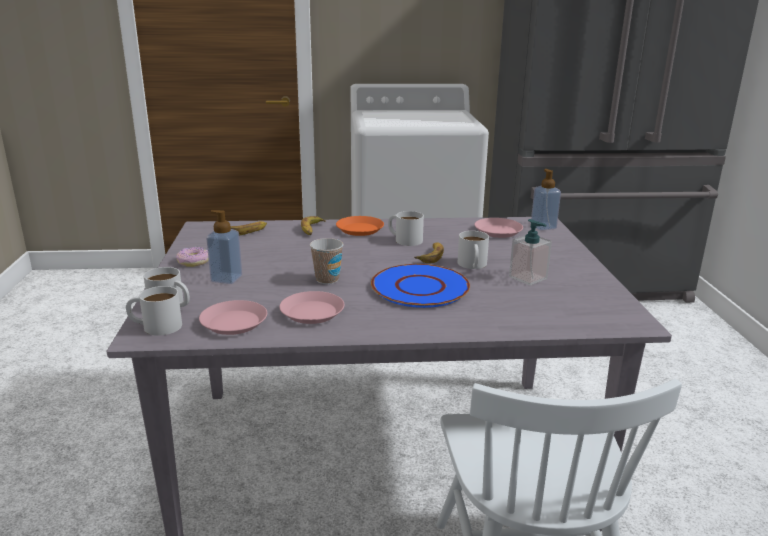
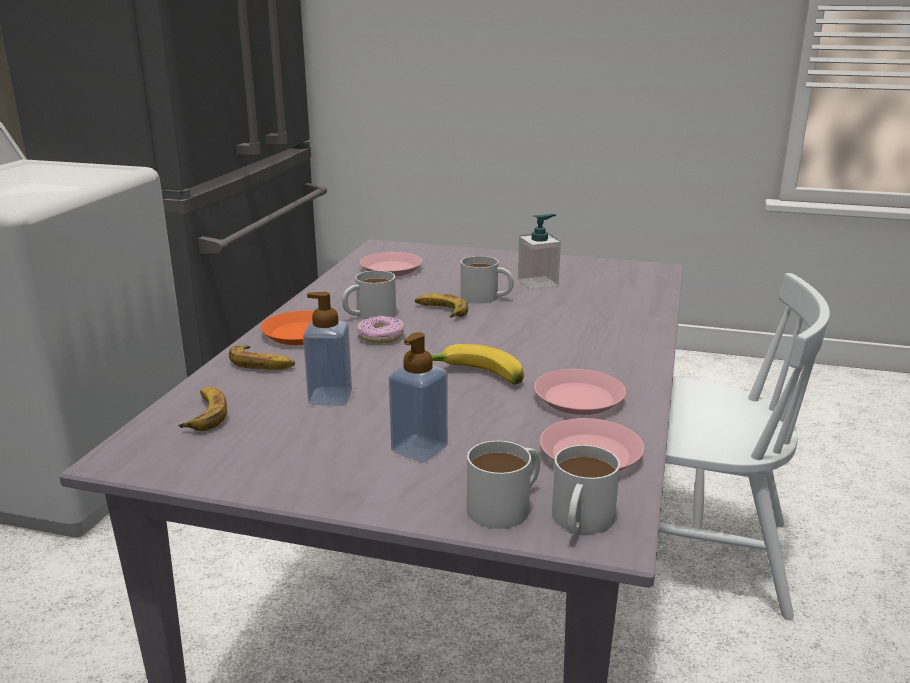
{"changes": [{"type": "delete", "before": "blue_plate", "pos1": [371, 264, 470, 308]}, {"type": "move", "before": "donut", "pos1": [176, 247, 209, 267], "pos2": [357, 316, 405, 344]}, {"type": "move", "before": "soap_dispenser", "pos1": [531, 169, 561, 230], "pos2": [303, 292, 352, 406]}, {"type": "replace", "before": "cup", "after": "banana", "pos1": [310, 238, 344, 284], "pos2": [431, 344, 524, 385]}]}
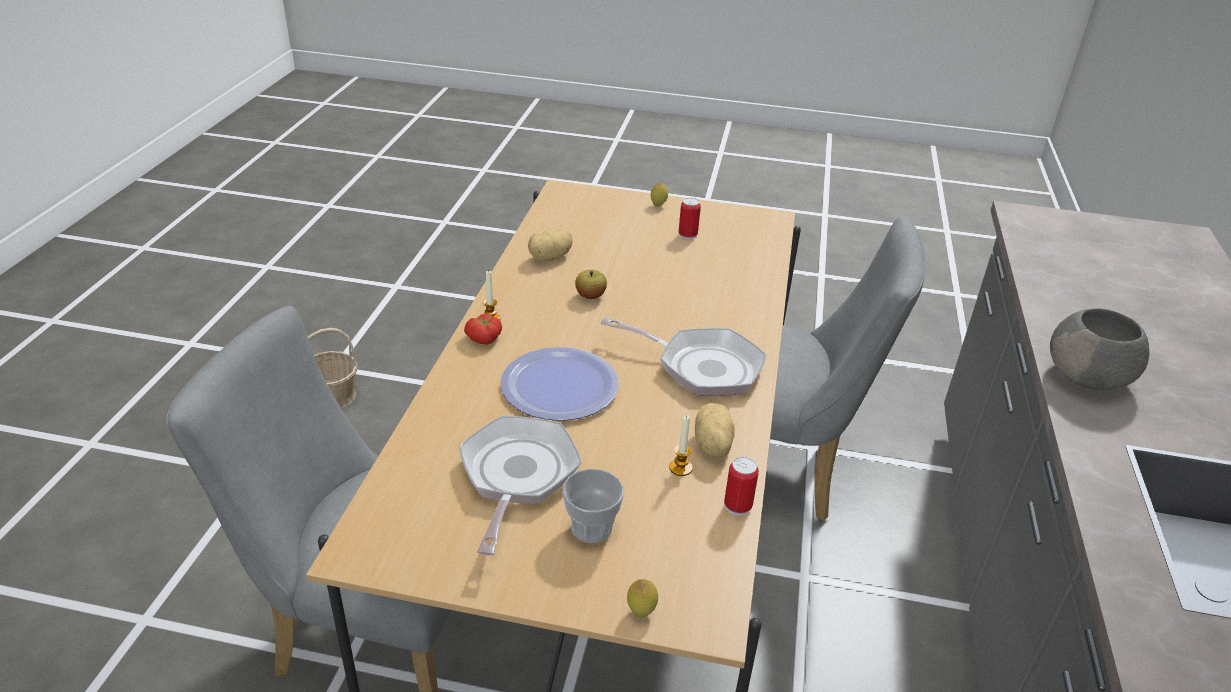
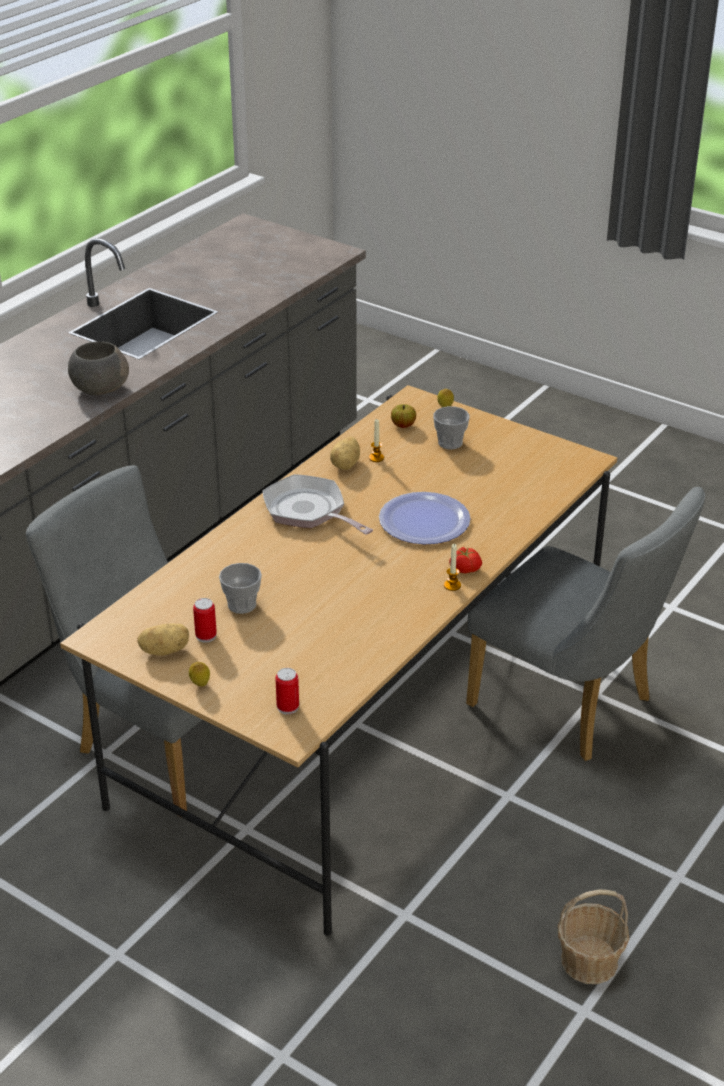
{"changes": [{"type": "delete", "before": "frying_pan", "pos1": [459, 416, 582, 555]}, {"type": "insert", "after": "cup", "pos2": [219, 563, 262, 614]}, {"type": "move", "before": "potato", "pos1": [528, 229, 573, 262], "pos2": [137, 624, 189, 656]}, {"type": "move", "before": "apple", "pos1": [575, 270, 607, 299], "pos2": [391, 404, 416, 428]}, {"type": "move", "before": "can", "pos1": [724, 457, 759, 516], "pos2": [275, 668, 299, 715]}]}
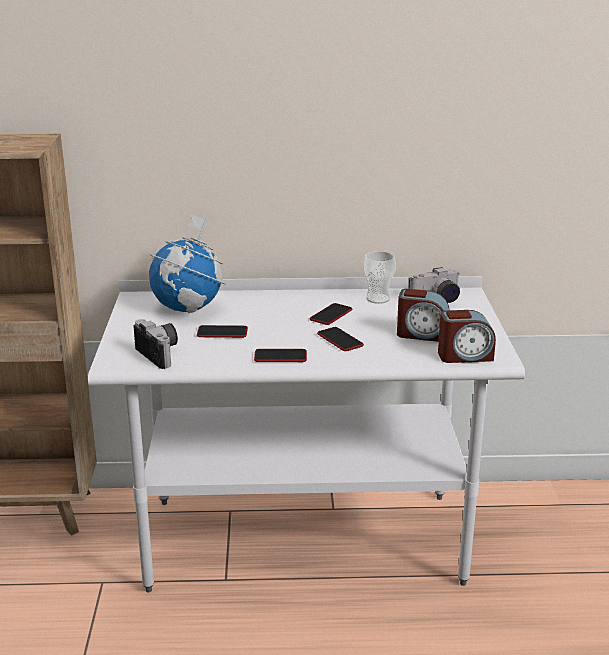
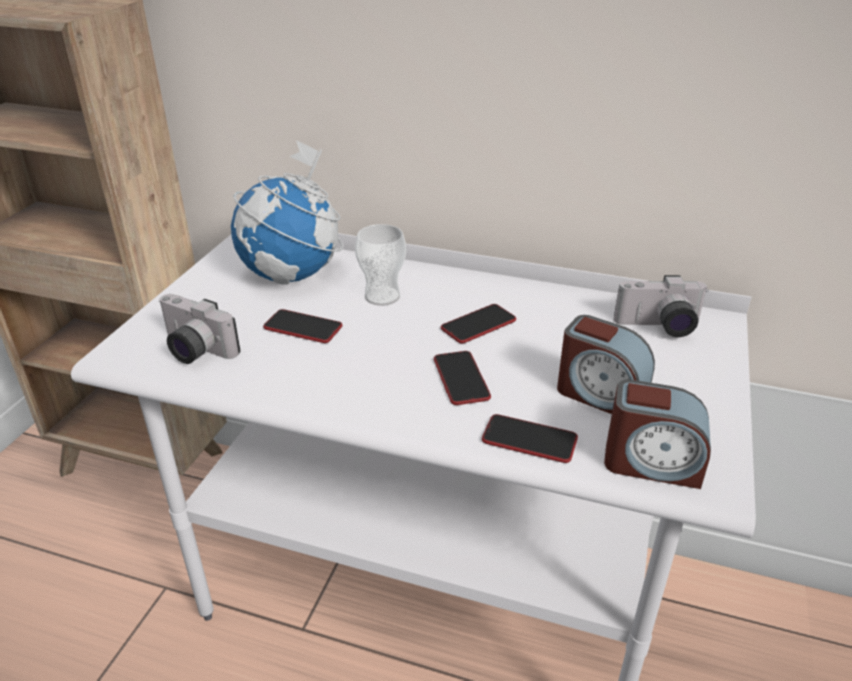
{"changes": [{"type": "move", "before": "phone", "pos1": [254, 349, 307, 362], "pos2": [482, 414, 578, 463]}, {"type": "move", "before": "cup", "pos1": [363, 251, 396, 304], "pos2": [355, 224, 406, 306]}, {"type": "rotate", "before": "photo_camera", "pos1": [133, 319, 178, 369], "pos2": [159, 294, 241, 364], "turn": 135}]}
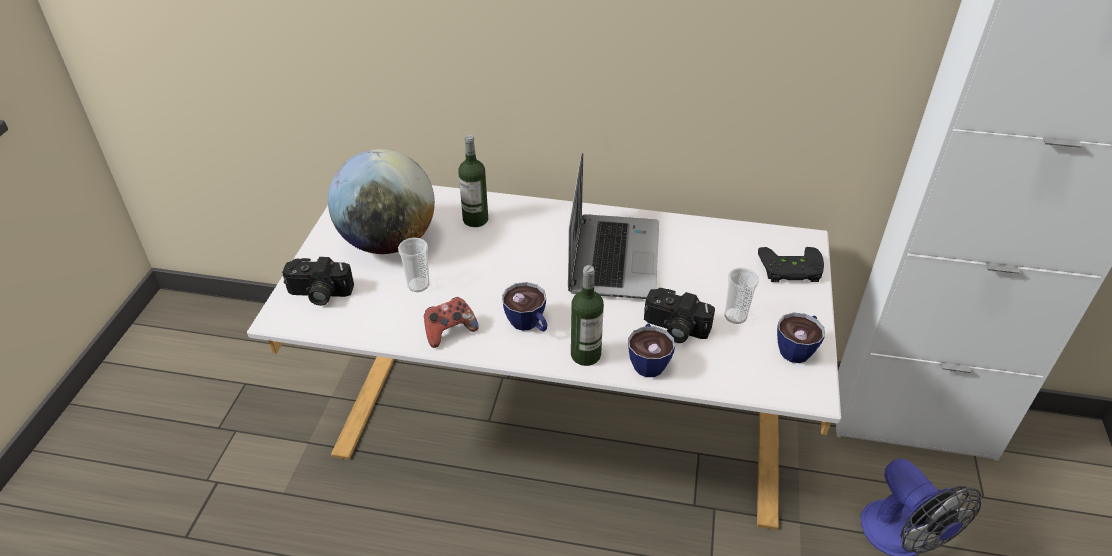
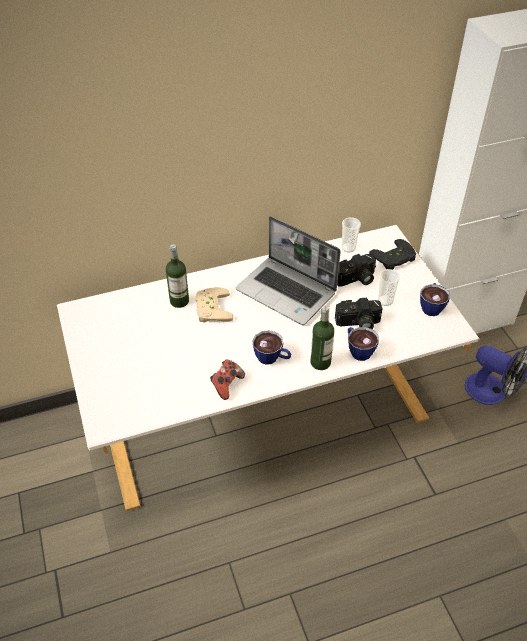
{"changes": [{"type": "delete", "before": "globe", "pos1": [328, 149, 435, 254]}, {"type": "insert", "after": "beige_game_controller", "pos2": [195, 287, 233, 323]}, {"type": "move", "before": "photo_camera", "pos1": [282, 257, 354, 306], "pos2": [337, 254, 376, 286]}, {"type": "move", "before": "cup", "pos1": [398, 237, 430, 292], "pos2": [342, 217, 361, 252]}, {"type": "rotate", "before": "laptop", "pos1": [568, 153, 659, 299], "pos2": [236, 216, 341, 325], "turn": 150}]}
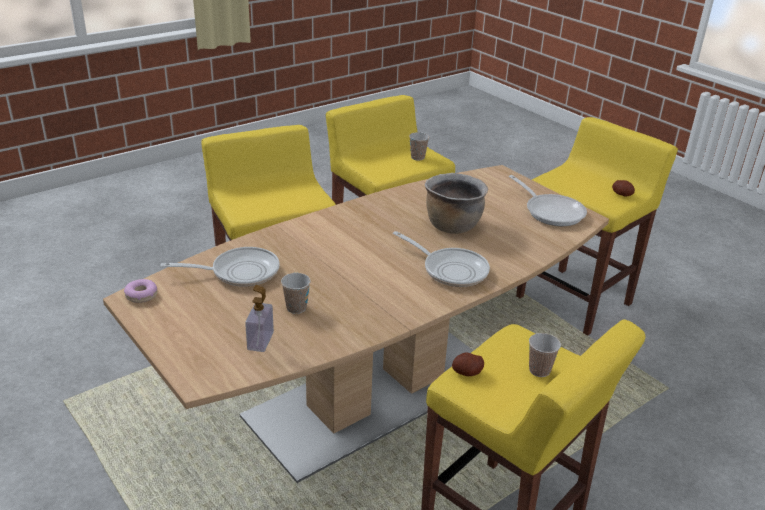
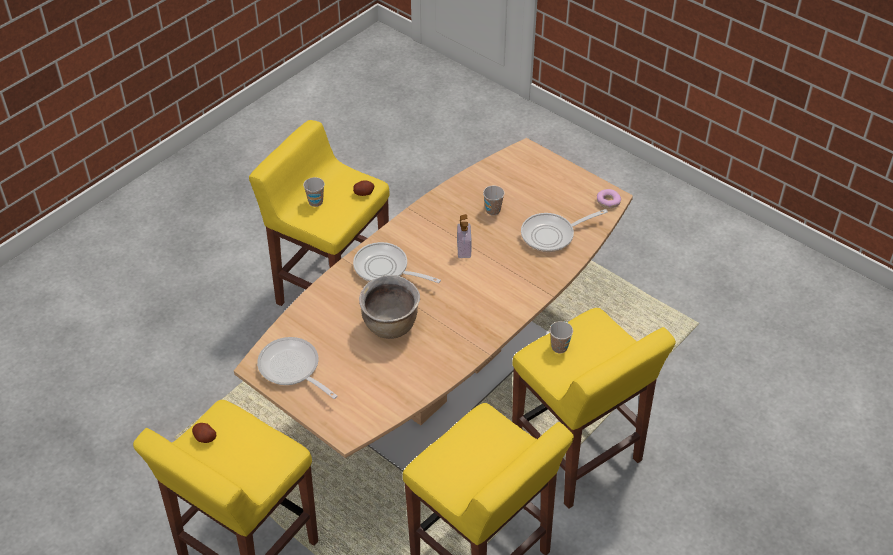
{"changes": [{"type": "move", "before": "soap_dispenser", "pos1": [245, 285, 274, 352], "pos2": [457, 214, 472, 258]}, {"type": "move", "before": "cup", "pos1": [409, 132, 429, 161], "pos2": [550, 321, 573, 354]}]}
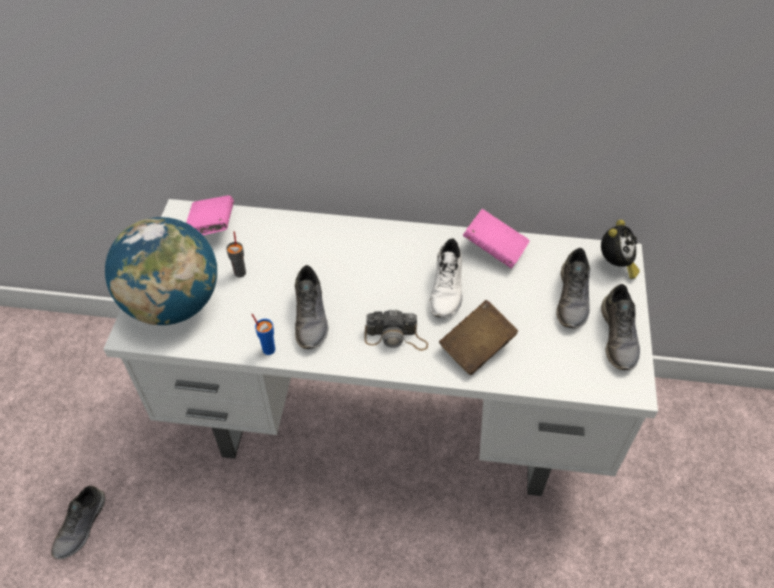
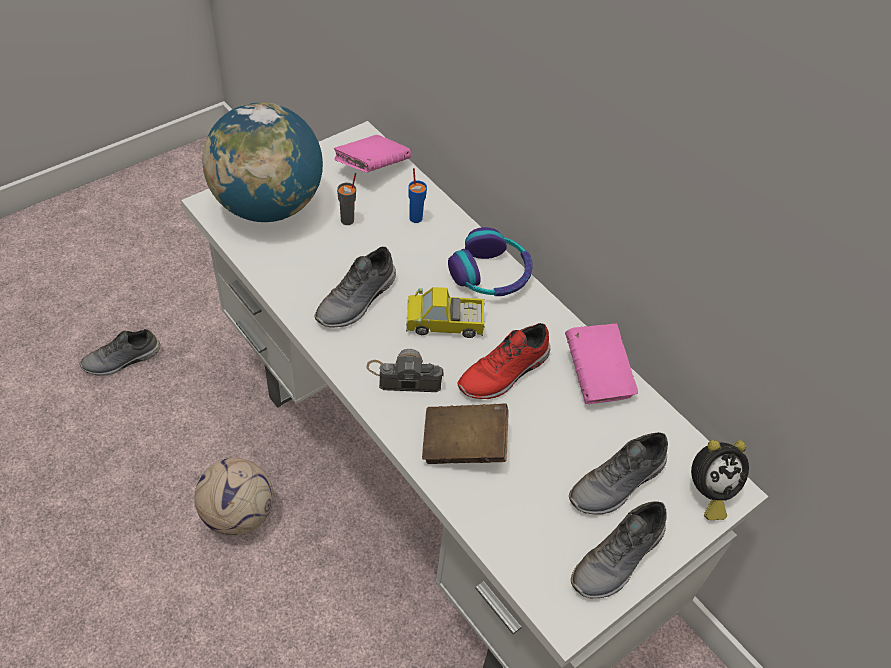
{"changes": [{"type": "insert", "after": "football", "pos2": [194, 458, 273, 536]}, {"type": "insert", "after": "toy_truck", "pos2": [406, 287, 485, 338]}, {"type": "insert", "after": "headphones", "pos2": [448, 227, 533, 296]}, {"type": "move", "before": "blue_cup", "pos1": [252, 314, 275, 355], "pos2": [408, 168, 427, 223]}, {"type": "recolor", "before": "white_shoe", "after": "red_shoe", "pos1": [429, 238, 462, 318], "pos2": [457, 323, 550, 399]}, {"type": "rotate", "before": "photo_camera", "pos1": [364, 309, 428, 351], "pos2": [366, 349, 444, 392], "turn": 135}]}
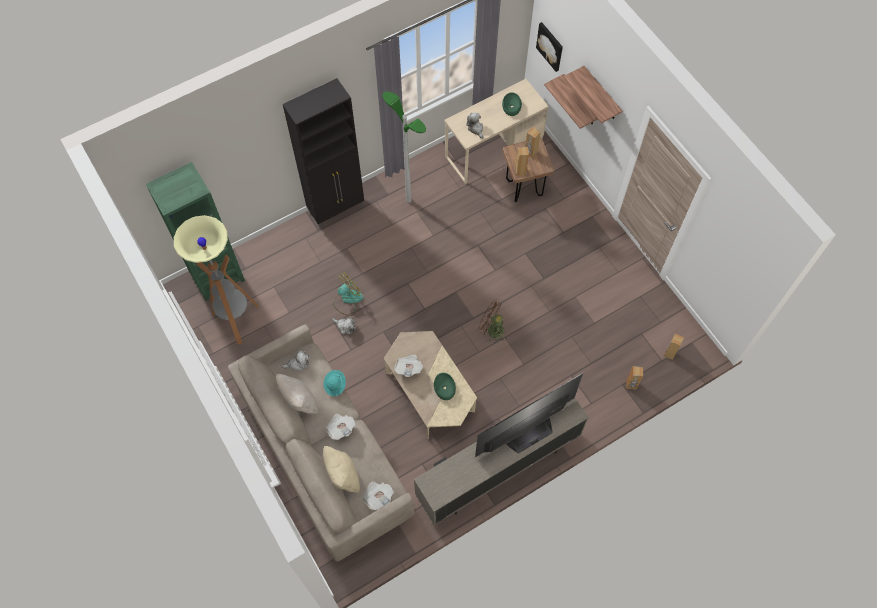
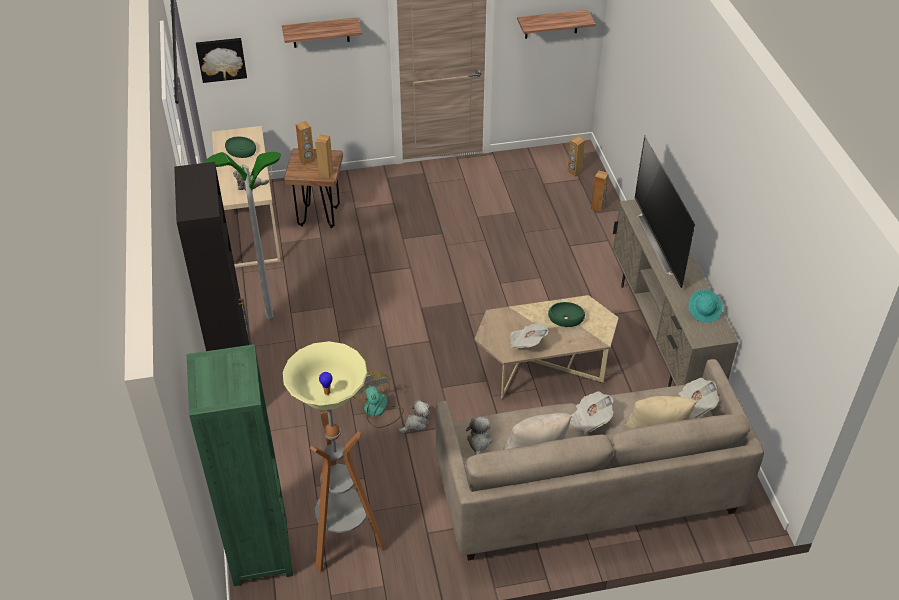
{"changes": [{"type": "delete", "before": "brown_fan", "pos1": [478, 299, 505, 344]}, {"type": "move", "before": "turquoise_hat", "pos1": [324, 370, 346, 396], "pos2": [688, 289, 723, 323]}, {"type": "move", "before": "shelf", "pos1": [544, 74, 598, 129], "pos2": [517, 10, 596, 39]}]}
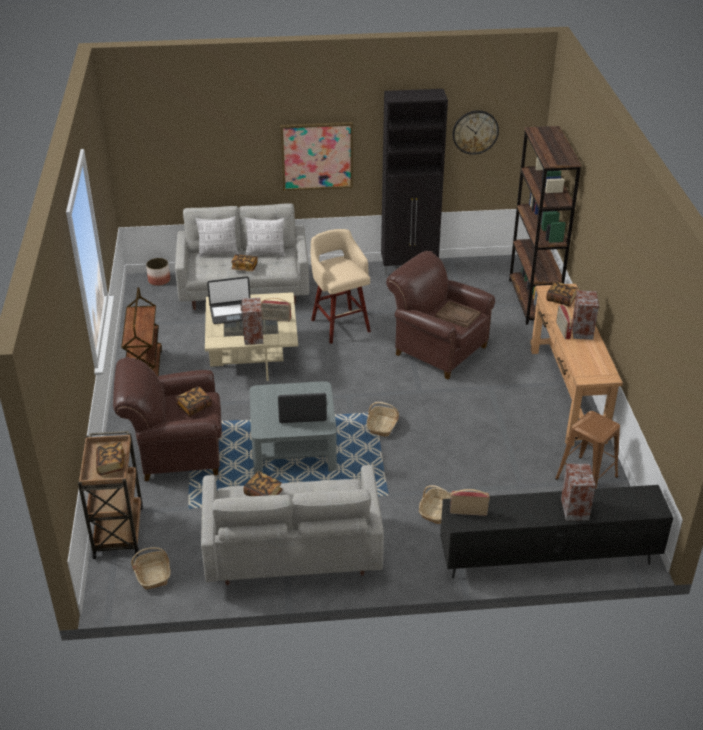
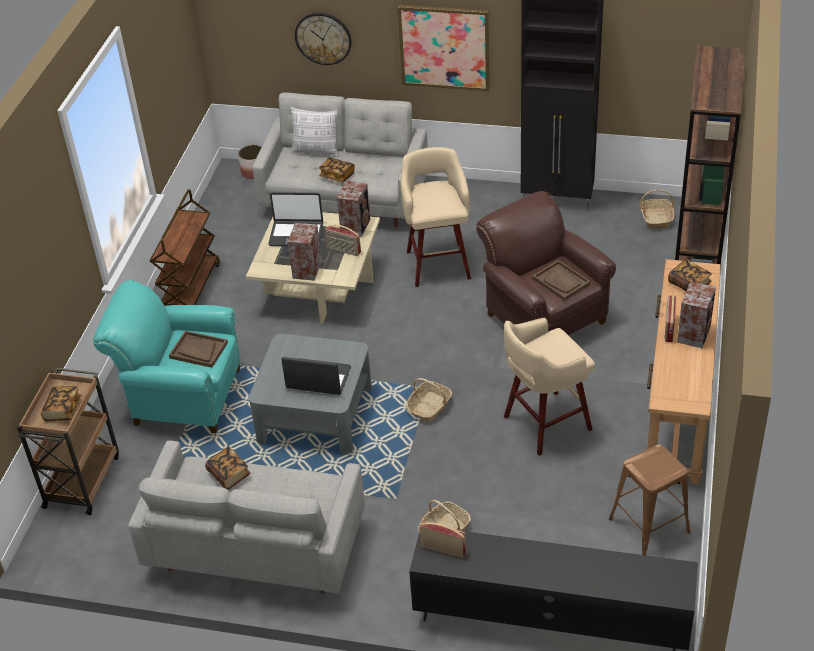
{"changes": [{"type": "delete", "before": "pillow", "pos1": [245, 217, 286, 257]}, {"type": "insert", "after": "beige_stool", "pos2": [504, 318, 595, 456]}, {"type": "move", "before": "basket", "pos1": [131, 547, 171, 590], "pos2": [640, 190, 675, 229]}, {"type": "move", "before": "wall_clock", "pos1": [452, 110, 499, 155], "pos2": [295, 13, 352, 65]}, {"type": "move", "before": "speaker", "pos1": [561, 464, 596, 521], "pos2": [337, 180, 371, 237]}, {"type": "replace", "before": "book", "after": "brown_tray", "pos1": [176, 386, 212, 417], "pos2": [169, 331, 228, 368]}, {"type": "recolor", "before": "brown_armchair", "after": "turquoise_armchair", "pos1": [113, 357, 222, 481], "pos2": [93, 280, 241, 434]}]}
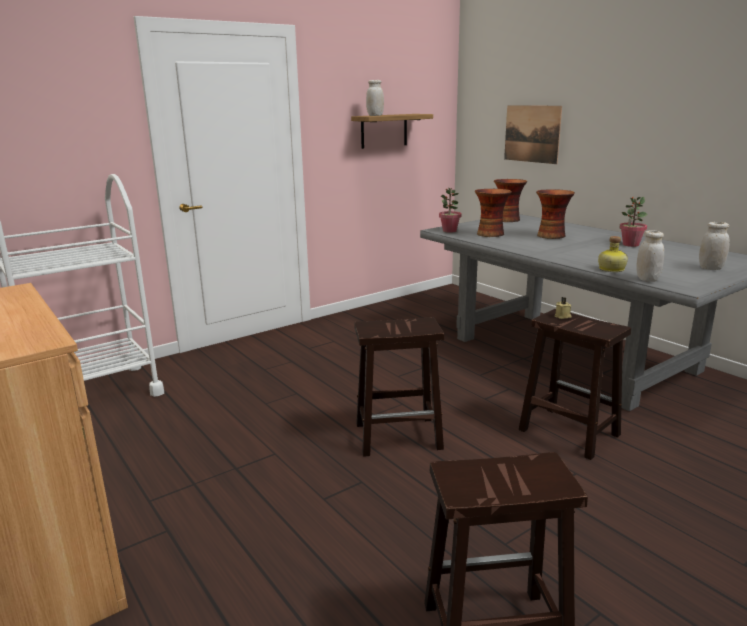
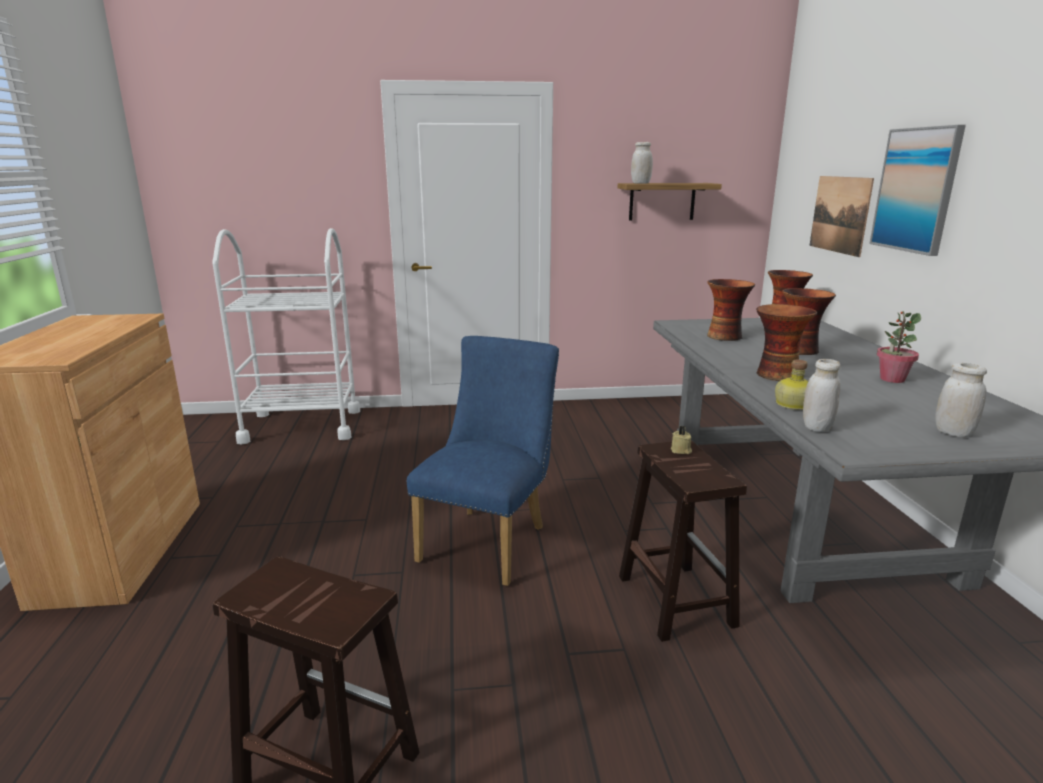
{"changes": [{"type": "delete", "before": "potted_plant", "pos1": [439, 188, 462, 233]}, {"type": "insert", "after": "vase", "pos2": [756, 304, 817, 381]}, {"type": "insert", "after": "picture", "pos2": [869, 125, 966, 256]}, {"type": "replace", "before": "brown_stool", "after": "blue_chair", "pos1": [354, 317, 444, 457], "pos2": [407, 336, 559, 586]}]}
